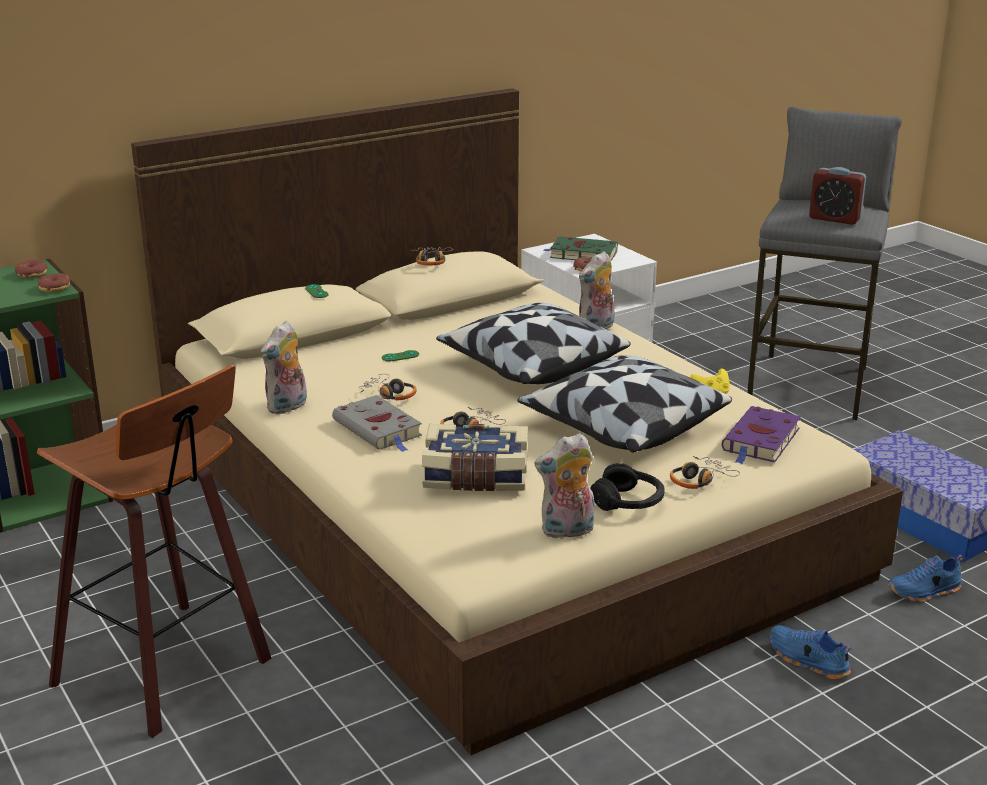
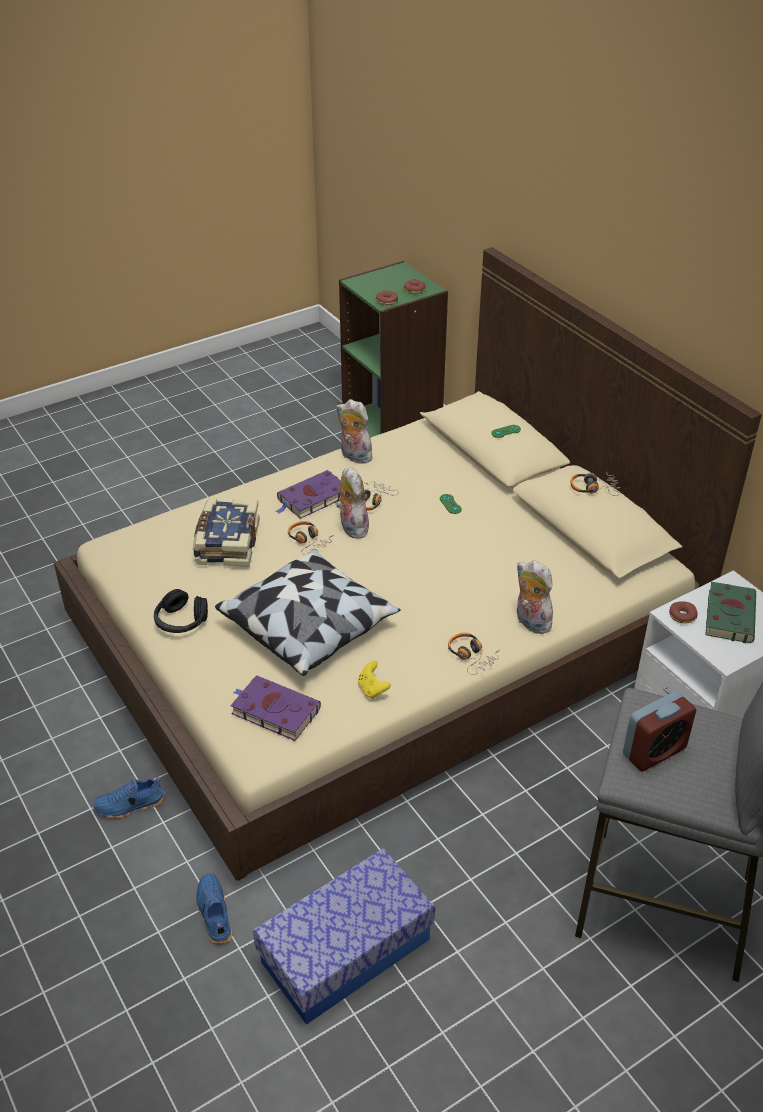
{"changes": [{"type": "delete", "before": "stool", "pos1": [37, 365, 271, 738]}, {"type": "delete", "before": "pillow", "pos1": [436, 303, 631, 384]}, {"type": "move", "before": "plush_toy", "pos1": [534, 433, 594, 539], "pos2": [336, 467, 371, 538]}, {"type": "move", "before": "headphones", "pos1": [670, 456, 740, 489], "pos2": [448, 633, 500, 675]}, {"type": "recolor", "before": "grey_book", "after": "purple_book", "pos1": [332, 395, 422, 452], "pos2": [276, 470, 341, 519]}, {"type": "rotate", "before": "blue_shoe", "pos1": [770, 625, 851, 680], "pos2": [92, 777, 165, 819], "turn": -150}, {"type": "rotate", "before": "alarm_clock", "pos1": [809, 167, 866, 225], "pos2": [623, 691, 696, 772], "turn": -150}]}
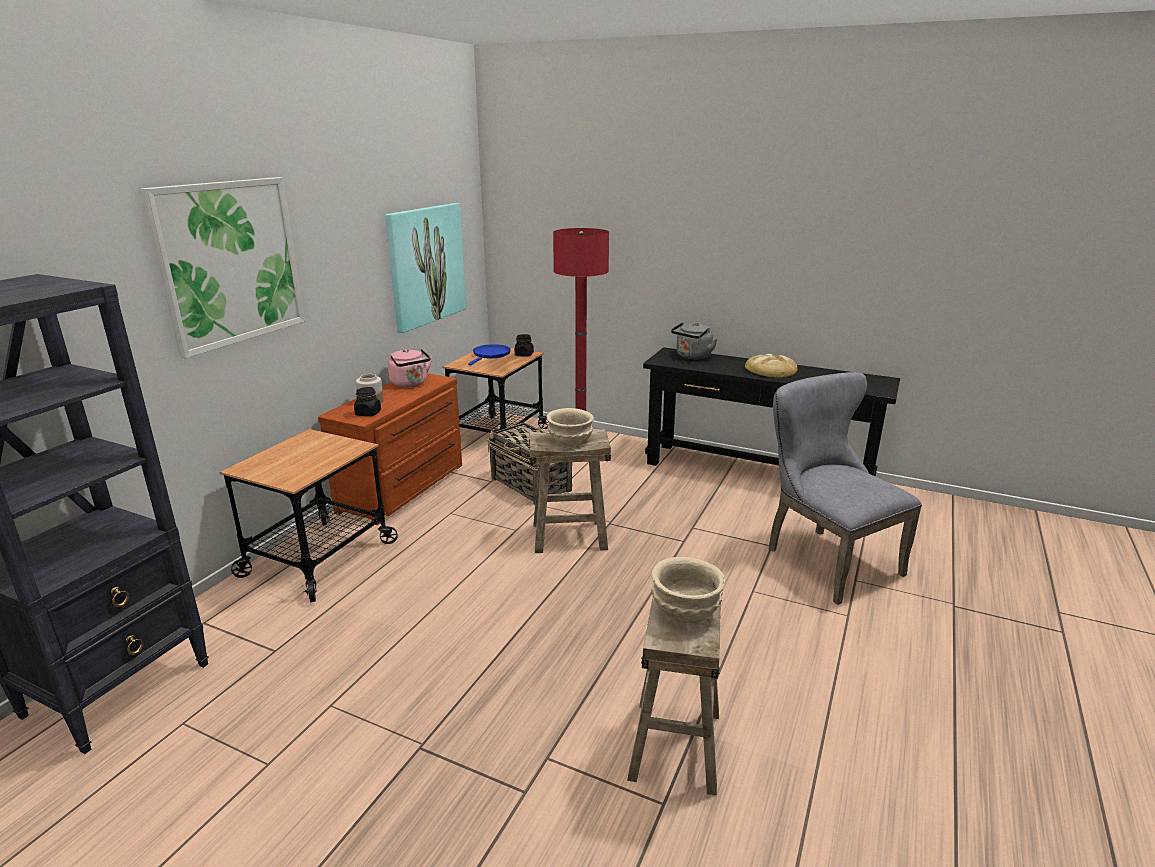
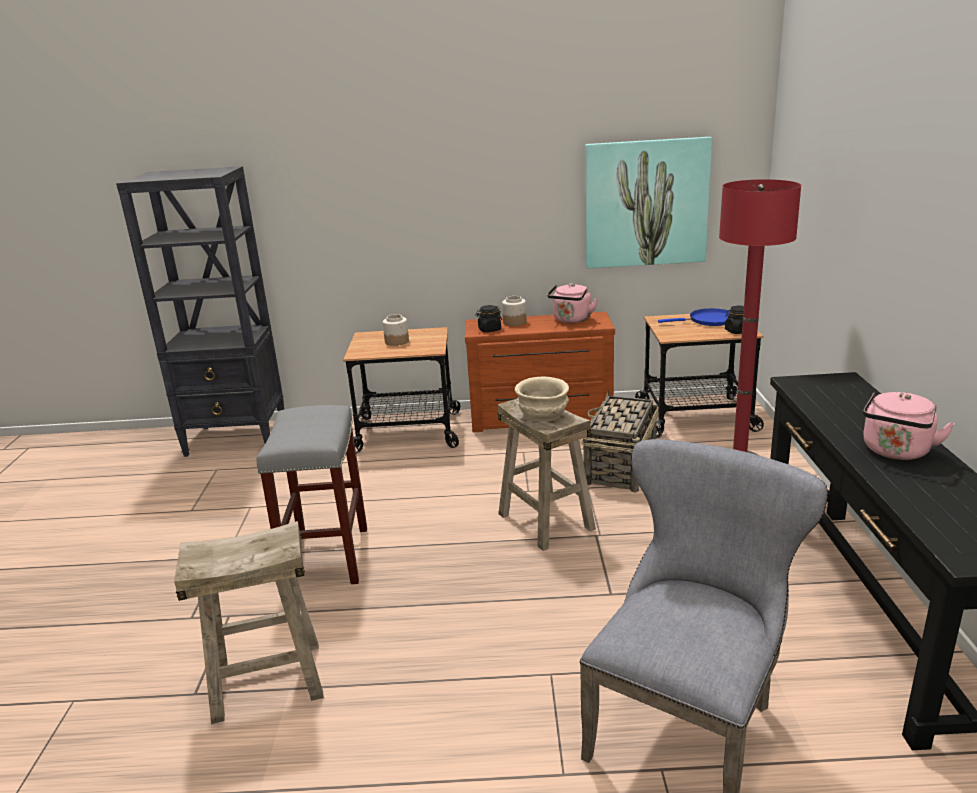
{"changes": [{"type": "delete", "before": "picture", "pos1": [141, 177, 305, 358]}, {"type": "delete", "before": "beige_bowl", "pos1": [651, 557, 726, 624]}, {"type": "delete", "before": "grey_kettle", "pos1": [671, 322, 718, 359]}, {"type": "insert", "after": "grey_stool", "pos2": [257, 405, 367, 584]}, {"type": "insert", "after": "jar", "pos2": [383, 314, 409, 346]}, {"type": "replace", "before": "bread", "after": "pink_kettle", "pos1": [745, 354, 798, 378], "pos2": [863, 392, 955, 460]}]}
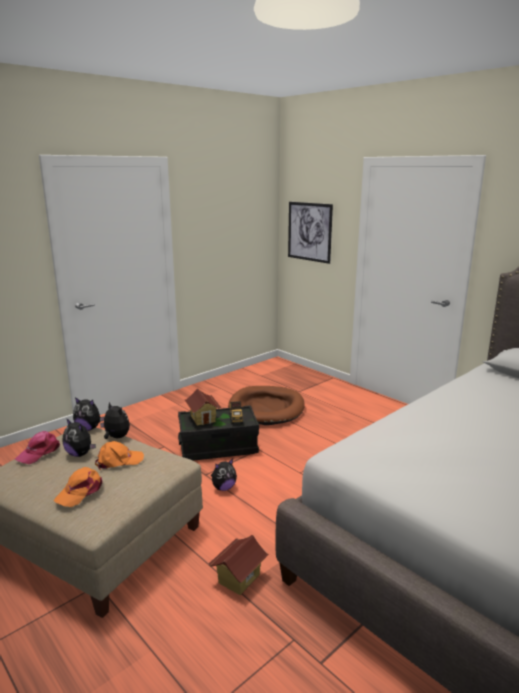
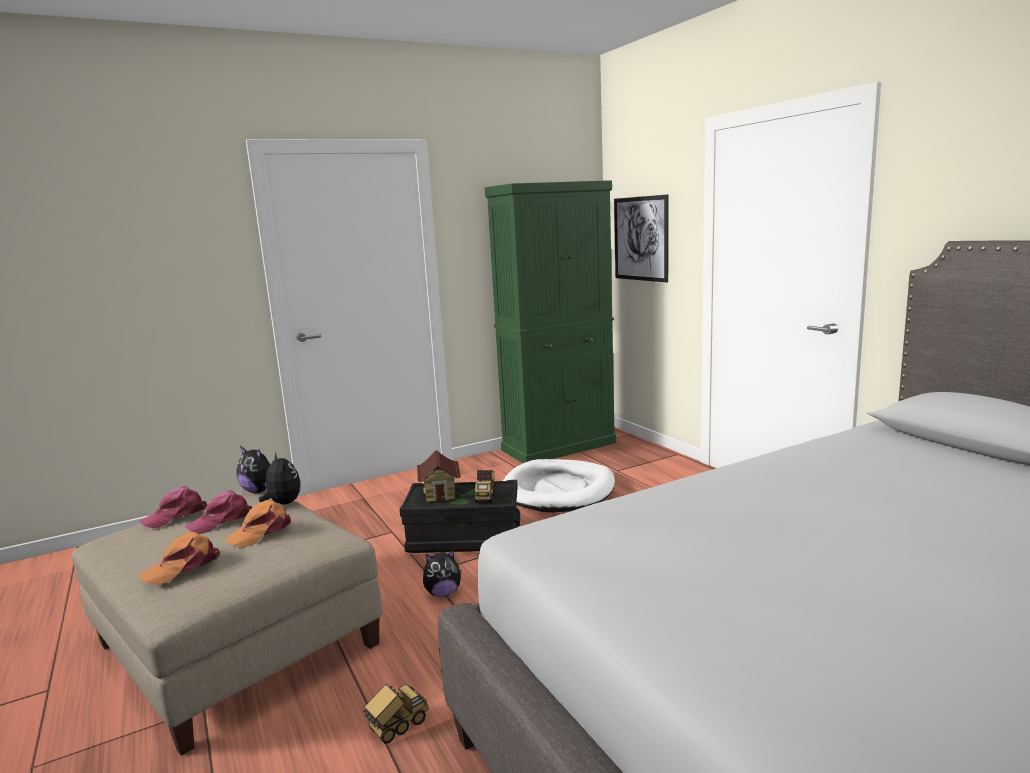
{"changes": [{"type": "insert", "after": "green_cabinet", "pos2": [485, 180, 616, 463]}, {"type": "replace", "before": "plush_toy", "after": "pink_cap", "pos1": [63, 418, 96, 457], "pos2": [185, 490, 252, 534]}, {"type": "replace", "before": "toy_house", "after": "toy_truck", "pos1": [208, 535, 269, 595], "pos2": [362, 684, 429, 744]}, {"type": "recolor", "before": "brown_dog_bed", "after": "white_dog_bed", "pos1": [228, 386, 305, 425], "pos2": [503, 459, 615, 513]}, {"type": "rotate", "before": "orange_cap", "pos1": [95, 441, 144, 470], "pos2": [224, 500, 291, 547], "turn": 135}]}
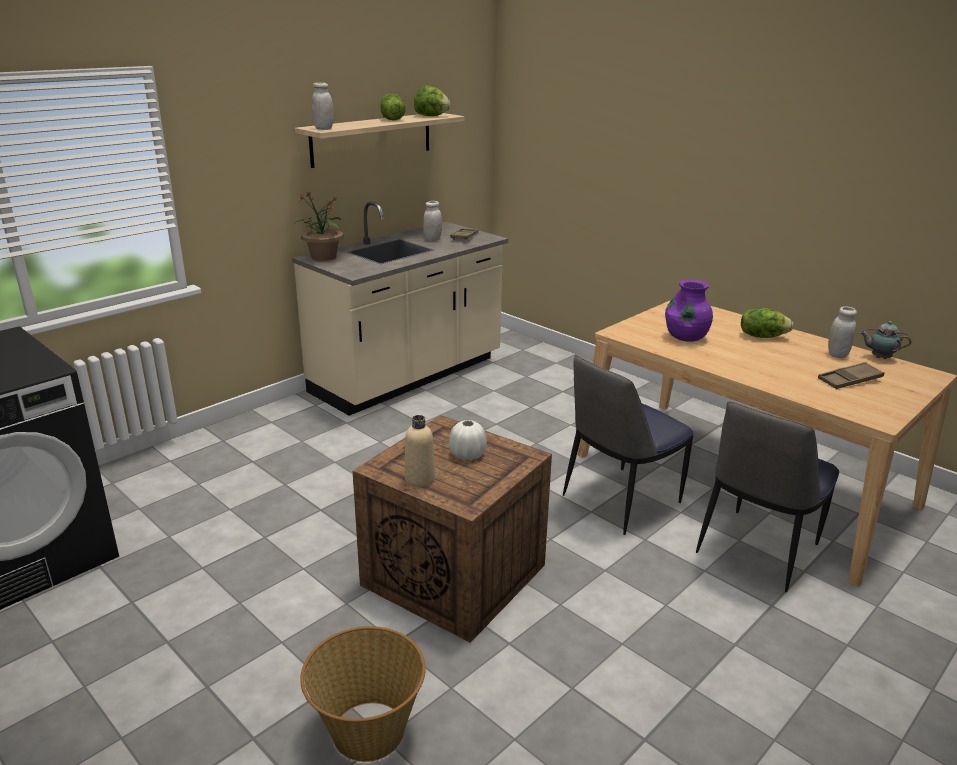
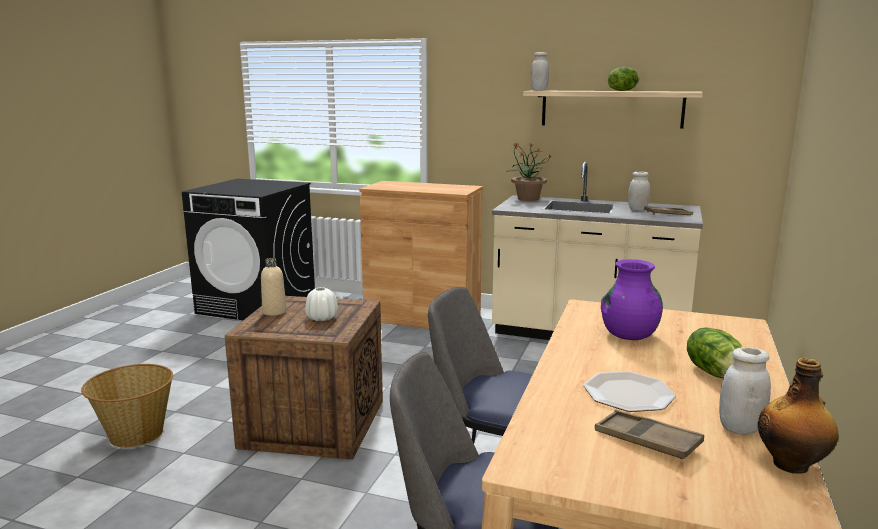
{"changes": [{"type": "delete", "before": "lettuce", "pos1": [414, 86, 450, 116]}, {"type": "insert", "after": "brown_cabinet", "pos2": [359, 181, 483, 329]}, {"type": "insert", "after": "plate", "pos2": [583, 371, 676, 412]}, {"type": "replace", "before": "teapot", "after": "bottle", "pos1": [860, 321, 912, 359], "pos2": [758, 358, 839, 474]}]}
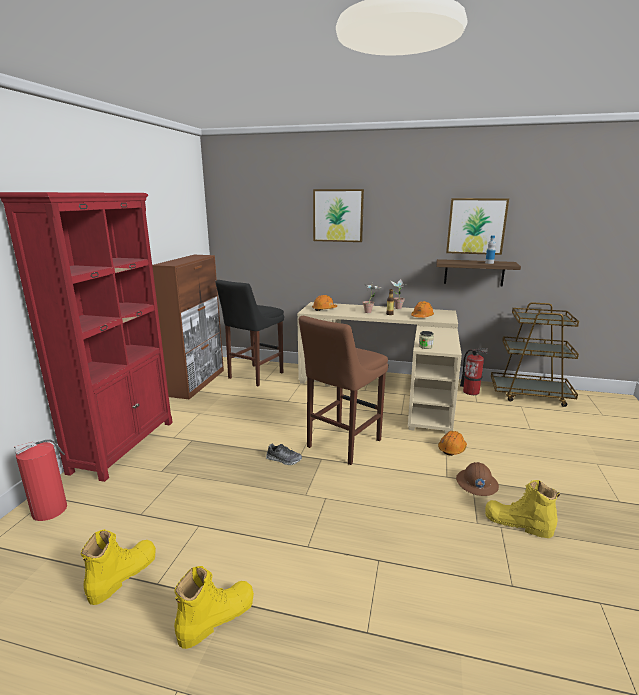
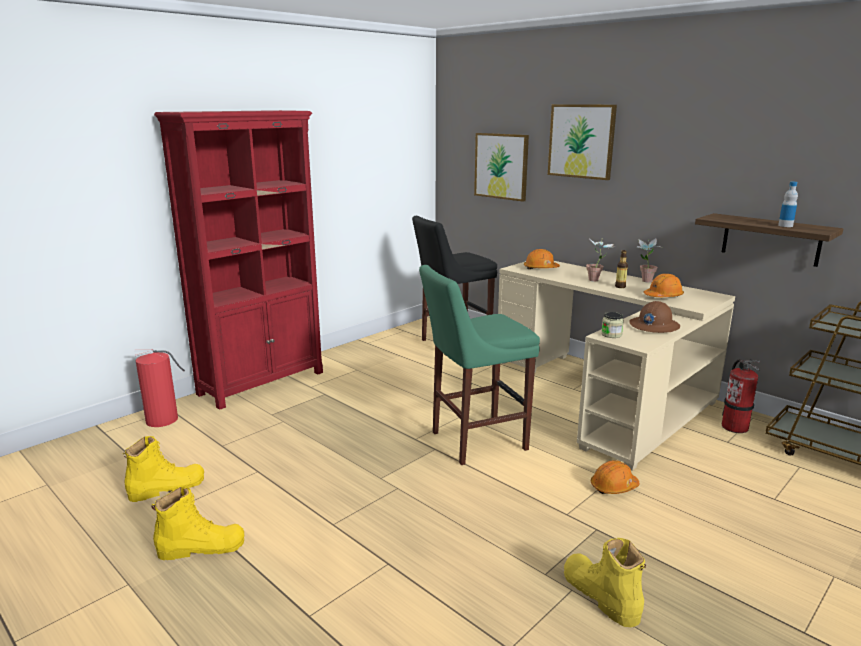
{"changes": [{"type": "delete", "before": "brown_cabinet", "pos1": [152, 255, 224, 399]}, {"type": "delete", "before": "shoe", "pos1": [266, 444, 302, 465]}, {"type": "move", "before": "picture", "pos1": [446, 198, 509, 255], "pos2": [474, 133, 529, 202]}, {"type": "move", "before": "brown_hard_hat", "pos1": [456, 462, 499, 496], "pos2": [629, 301, 680, 333]}, {"type": "recolor", "before": "brown_stool", "after": "green_stool", "pos1": [299, 316, 388, 465], "pos2": [419, 265, 540, 465]}]}
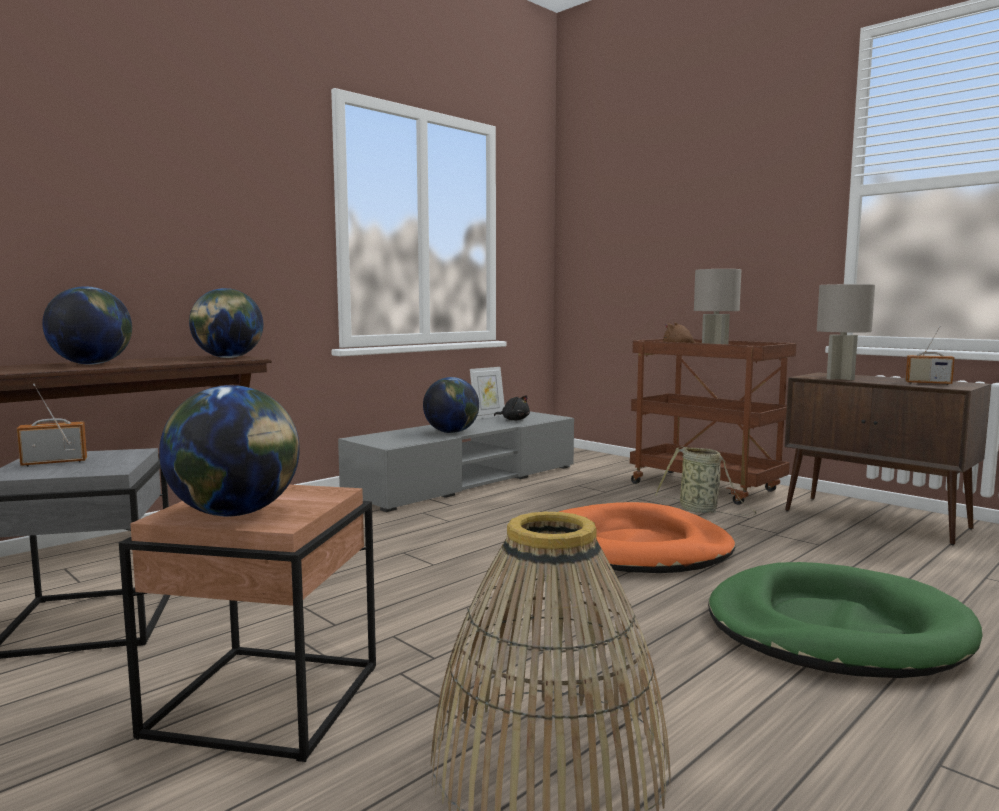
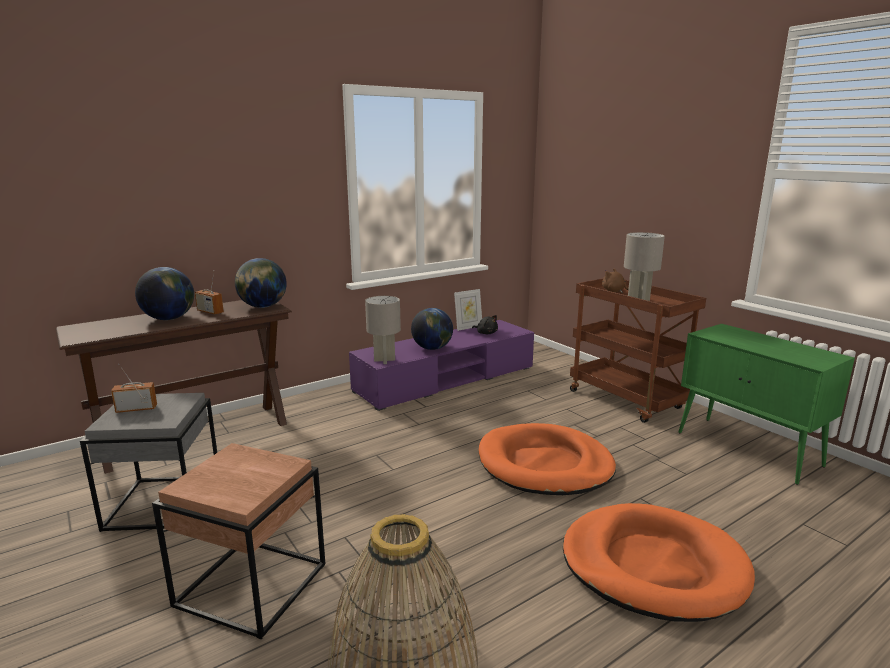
{"changes": [{"type": "delete", "before": "globe", "pos1": [159, 385, 300, 517]}, {"type": "delete", "before": "basket", "pos1": [655, 446, 756, 516]}, {"type": "move", "before": "grey_table_lamp", "pos1": [817, 284, 875, 380], "pos2": [365, 296, 401, 364]}, {"type": "move", "before": "radio", "pos1": [905, 326, 955, 385], "pos2": [195, 273, 224, 314]}, {"type": "recolor", "before": "grey_tv_stand", "after": "purple_tv_stand", "pos1": [338, 412, 574, 512], "pos2": [349, 320, 534, 411]}, {"type": "recolor", "before": "green_dog_bed", "after": "orange_dog_bed", "pos1": [708, 562, 983, 678], "pos2": [563, 503, 755, 622]}, {"type": "recolor", "before": "brown_cabinet", "after": "green_cabinet", "pos1": [784, 372, 991, 545], "pos2": [679, 324, 855, 485]}]}
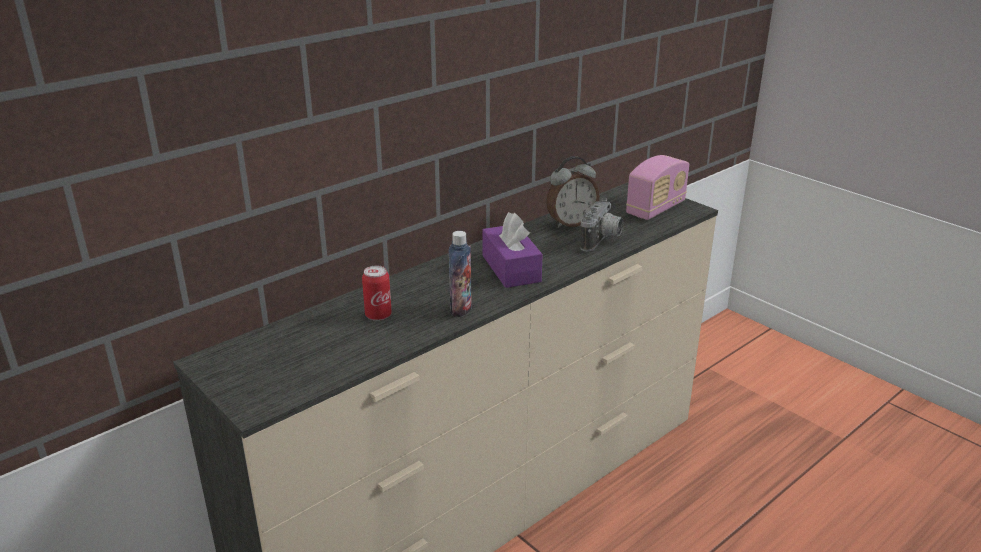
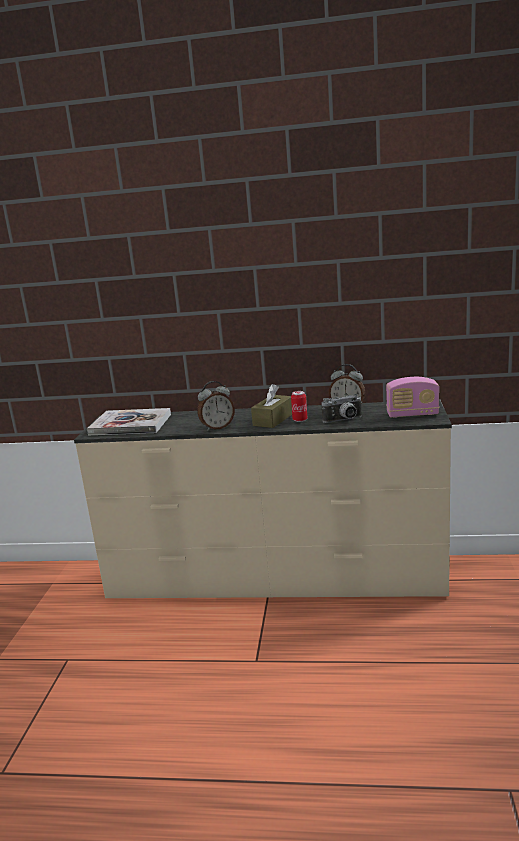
{"changes": [{"type": "insert", "after": "book", "pos2": [87, 408, 171, 435]}, {"type": "move", "before": "can", "pos1": [362, 265, 392, 321], "pos2": [291, 391, 307, 422]}, {"type": "replace", "before": "bottle", "after": "alarm_clock", "pos1": [449, 231, 472, 317], "pos2": [197, 381, 235, 431]}, {"type": "recolor", "before": "purple_tissue_box", "after": "brown_tissue_box", "pos1": [482, 212, 543, 288], "pos2": [251, 384, 292, 428]}]}
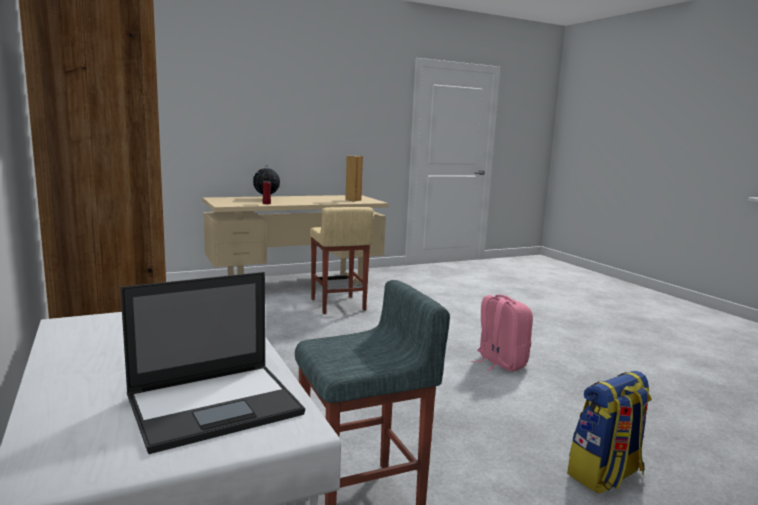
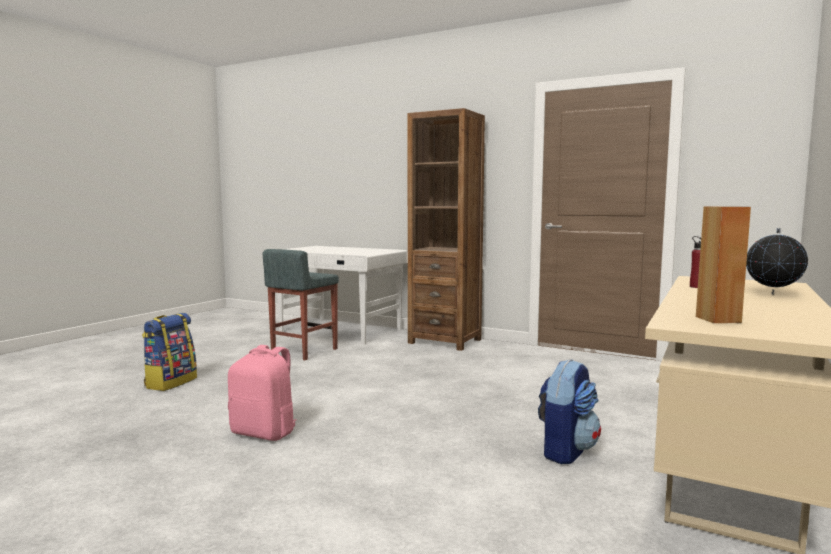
{"changes": [{"type": "delete", "before": "laptop", "pos1": [120, 272, 305, 454]}, {"type": "replace", "before": "beige_stool", "after": "backpack", "pos1": [310, 207, 374, 314], "pos2": [538, 359, 601, 464]}]}
